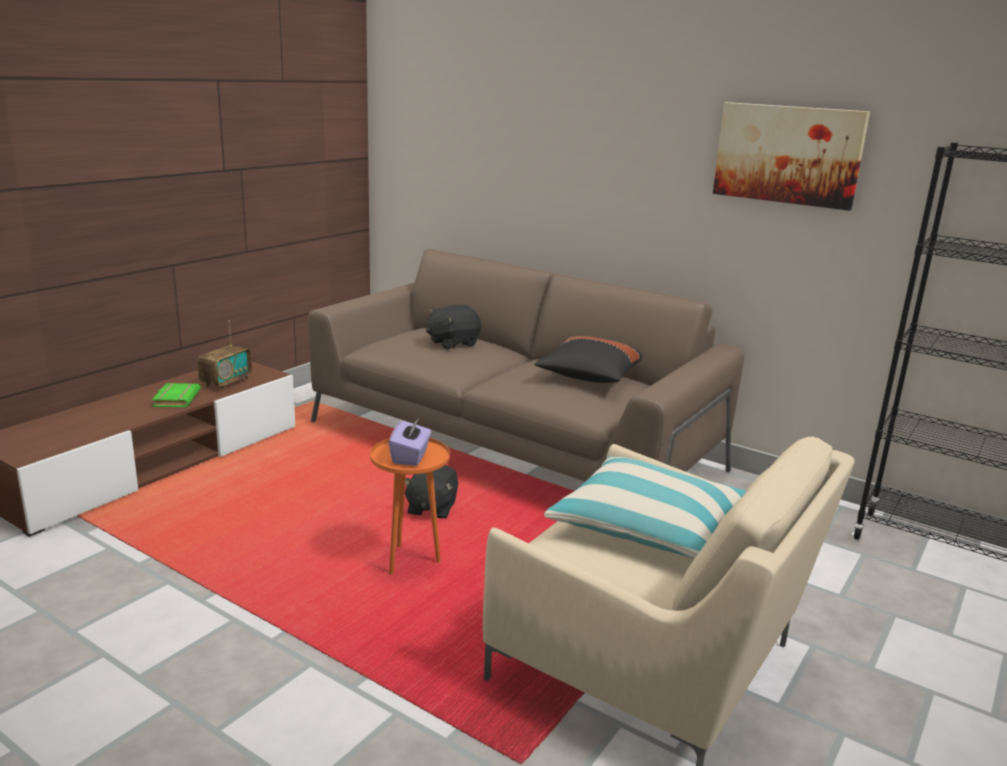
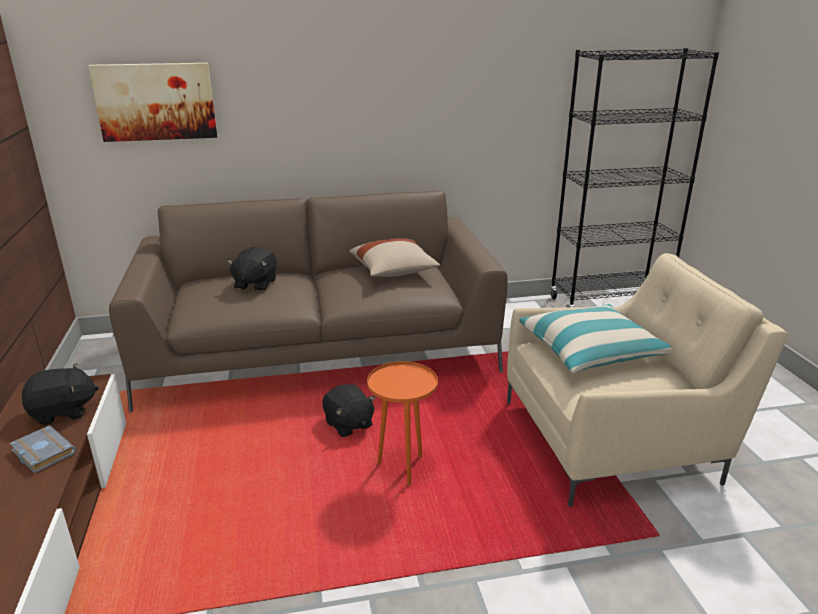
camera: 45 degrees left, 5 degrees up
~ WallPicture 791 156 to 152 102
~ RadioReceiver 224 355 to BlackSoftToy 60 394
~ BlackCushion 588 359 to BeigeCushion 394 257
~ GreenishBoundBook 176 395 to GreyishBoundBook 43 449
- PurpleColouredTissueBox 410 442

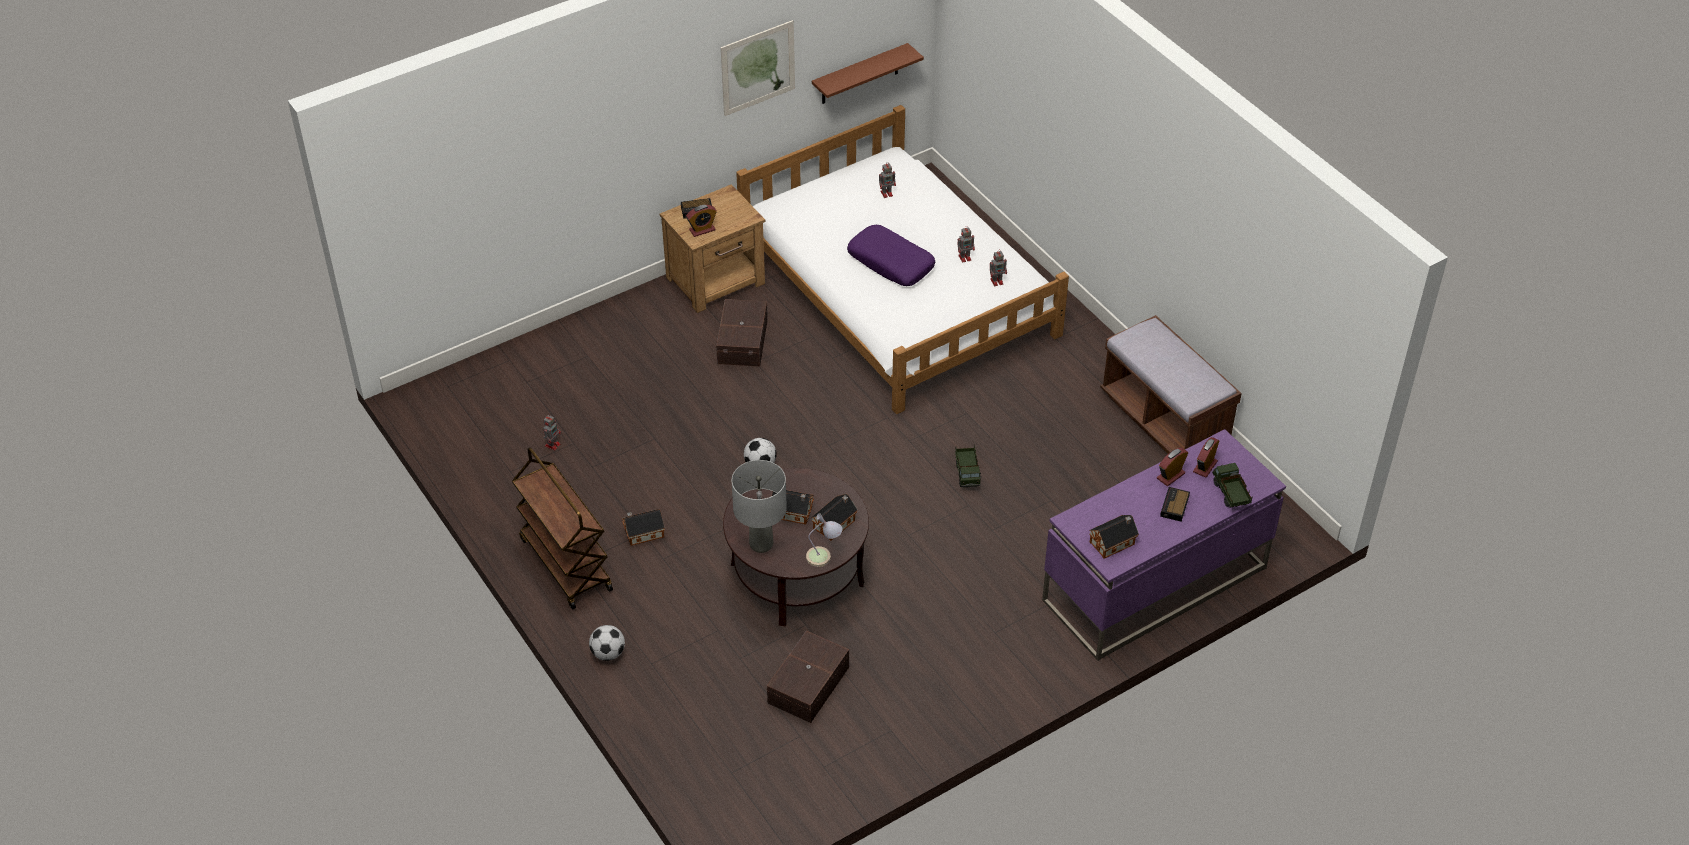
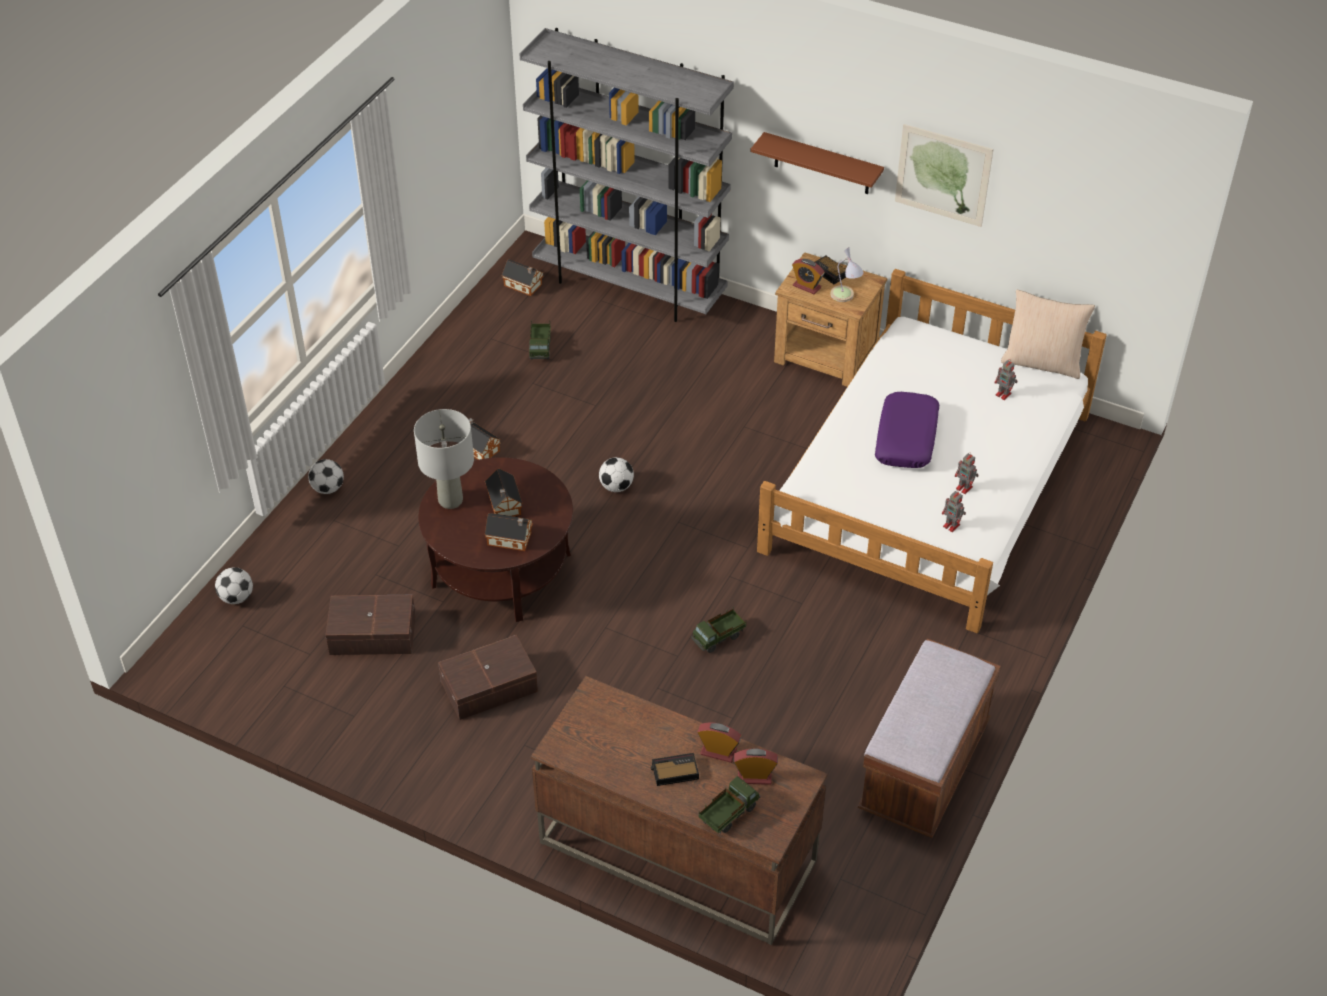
camera: 60 degrees right, 0 degrees up
~ BrownishBracketShelf 868 73 to 817 163
~ BrownishStorageContainer 742 333 to 488 677
~ RobotFigure 552 432 to ToyLorry 540 340
~ PurpleColouredDeskUnit 1164 545 to BrownishDeskUnit 679 810
- BrownishCart 562 528
~ TabletopLamp 824 540 to 847 274
~ MiniatureHouse 1114 537 to 522 277
+ GreyishBookcase 626 175
+ BeigeCushion 1048 334
+ BallForFootball 234 585

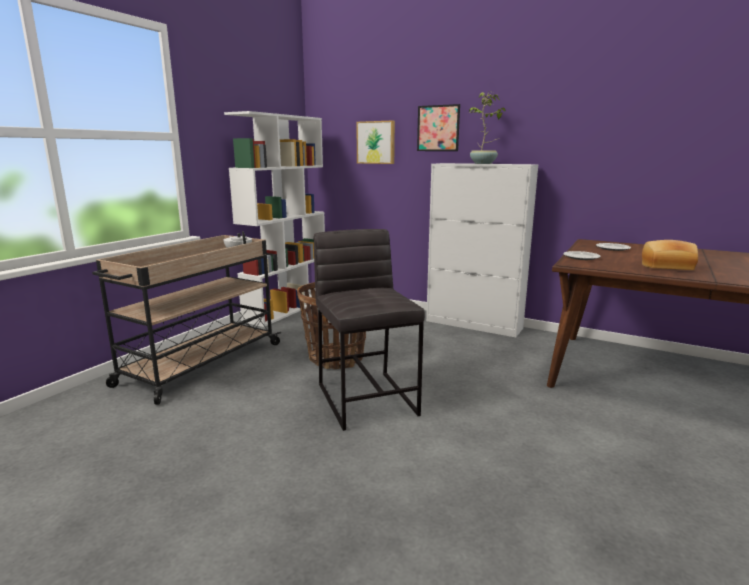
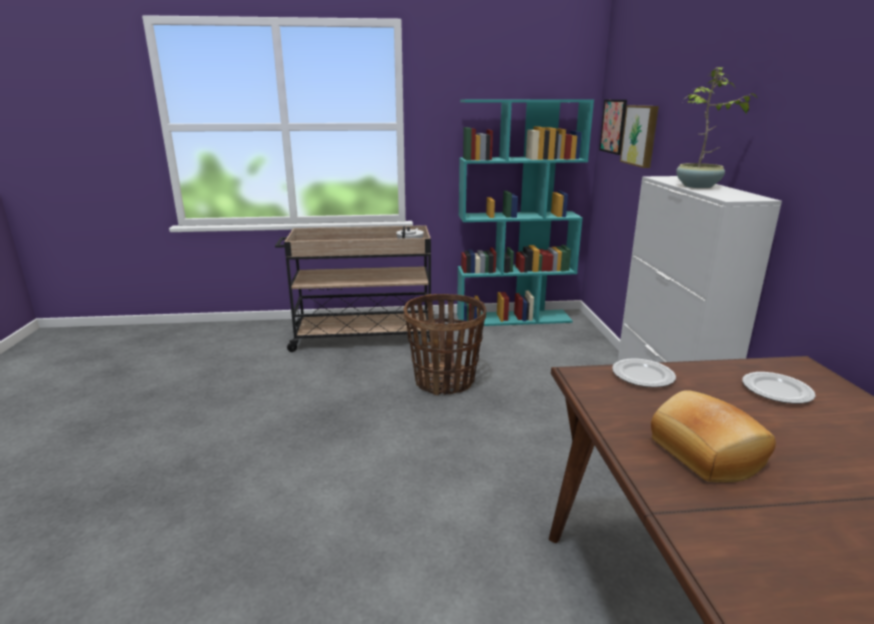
camera: 55 degrees right, 5 degrees up
~ WallPicture 438 127 to 613 127
~ WhiteColouredBookcase 274 219 to TurquoiseBookcase 525 212
- GreyishStoolSeat 369 330

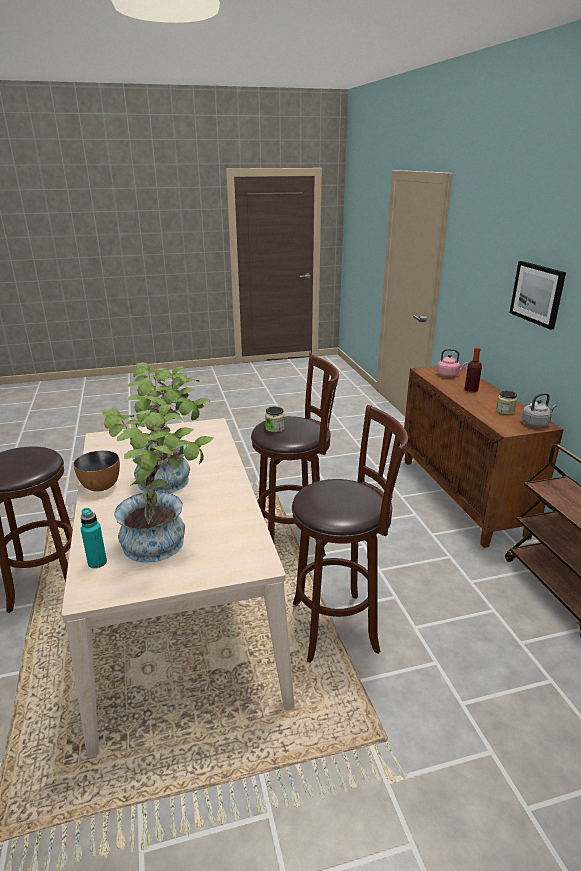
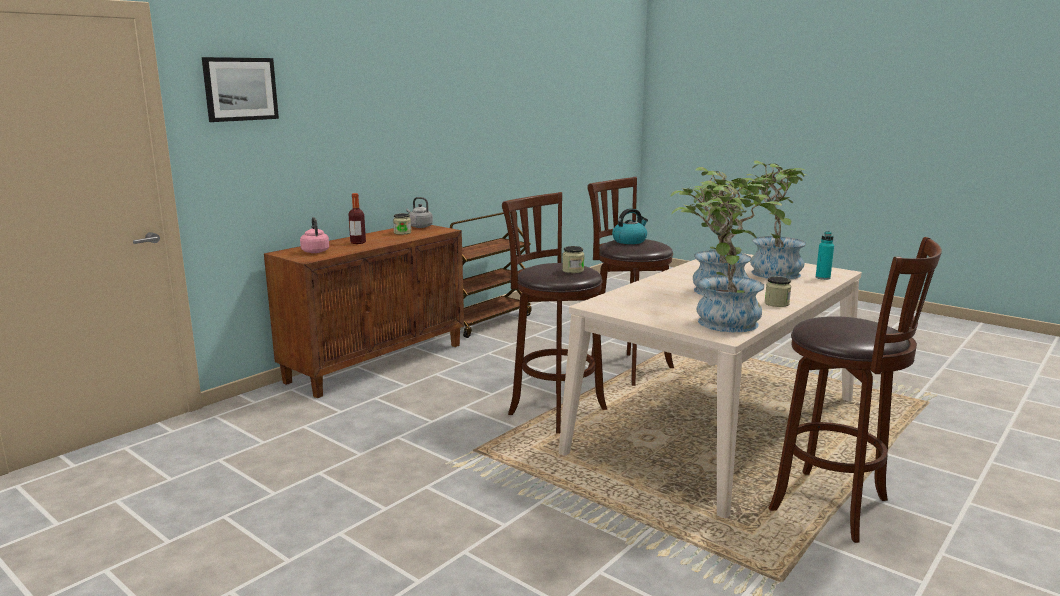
camera: 125 degrees left, 10 degrees down
~ WallPicture 538 295 to 240 89
~ DeepDish 96 471 to StorageJar 778 292
+ PlantInAPot 727 256
+ TeaKettle 630 226

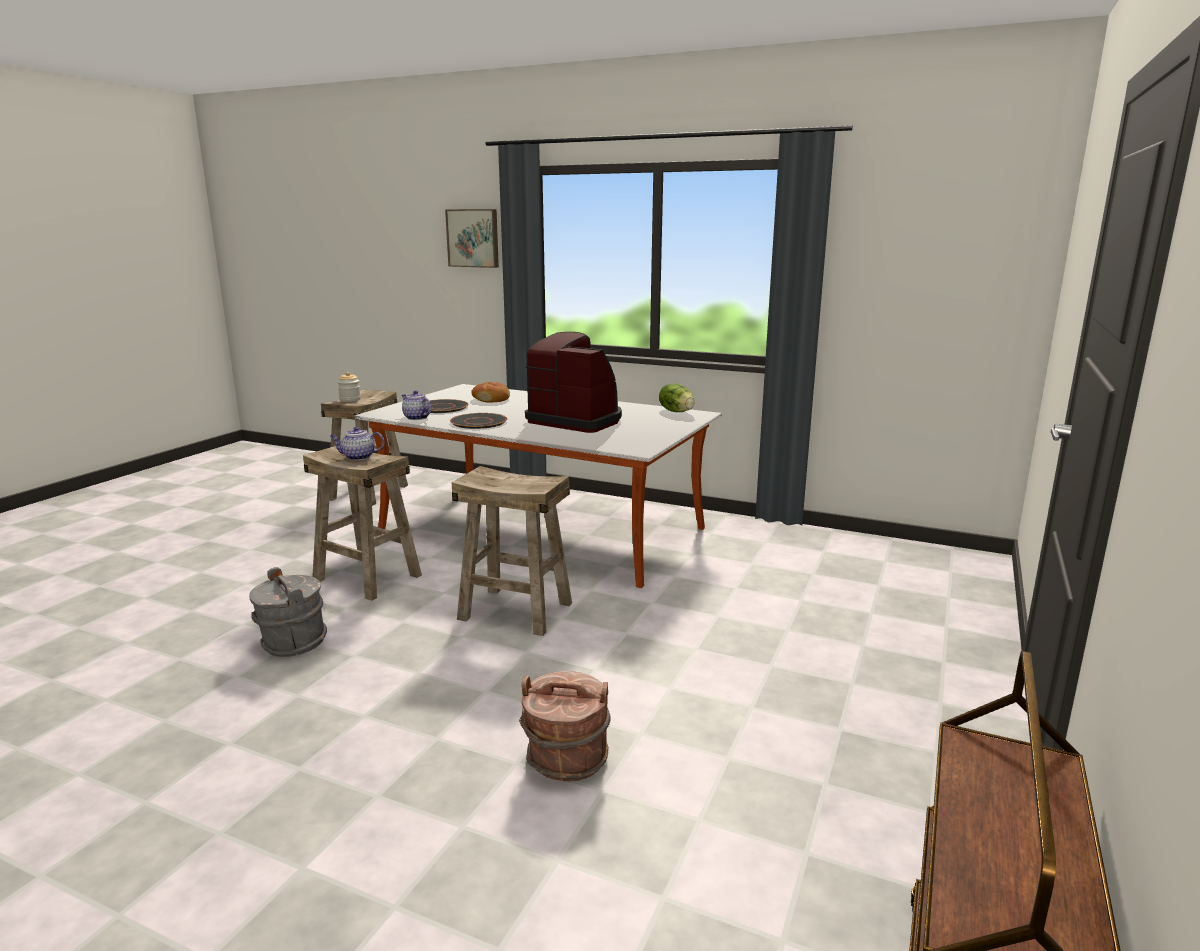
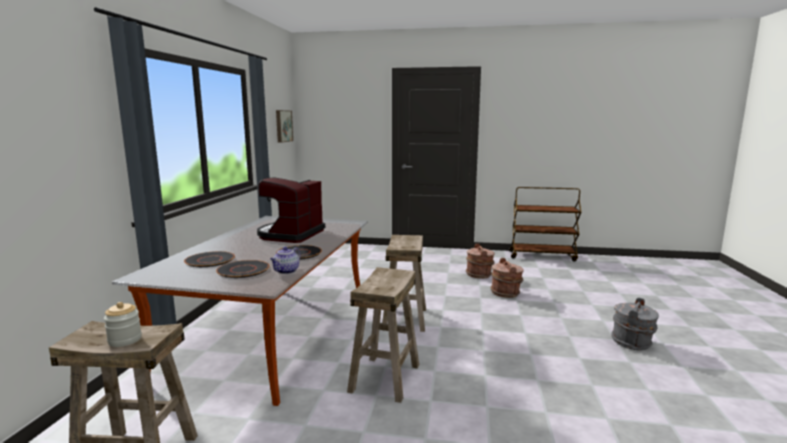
camera: 105 degrees left, 5 degrees down
~ WallPicture 472 238 to 284 126
~ BakeryBread 490 392 to BlackDinnerPlate 209 259
- Lettuce 677 397
- PotForTea 357 443
~ GreyishWaterBucket 288 612 to 635 324
+ BrownishWaterBucket 480 261

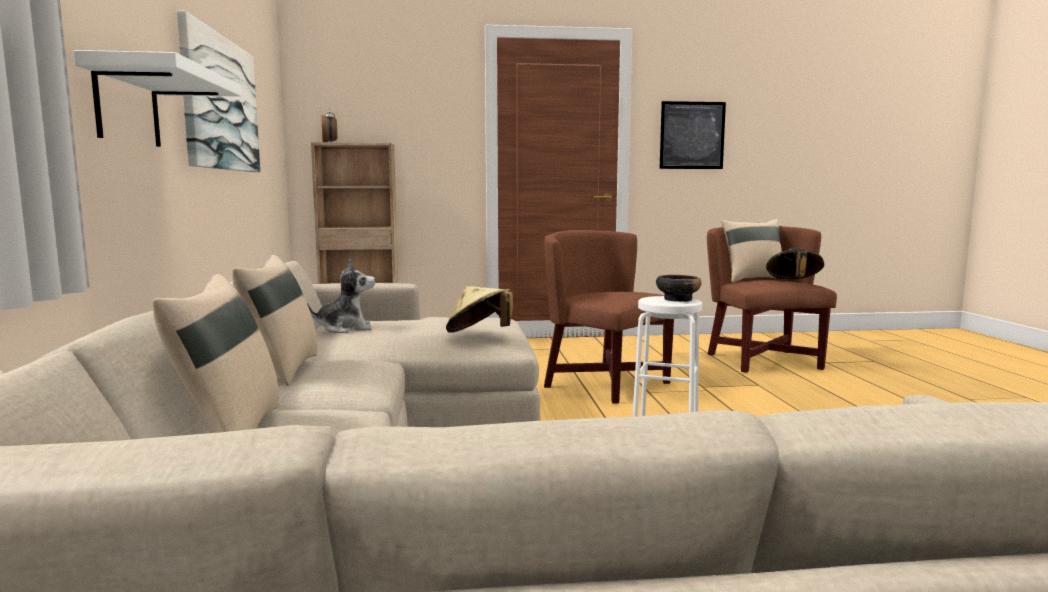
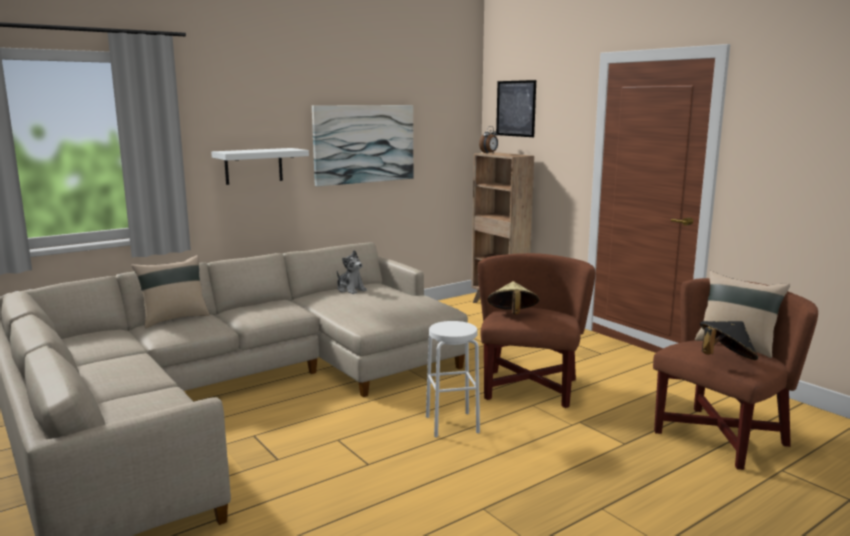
camera: 60 degrees right, 5 degrees up
~ WallPicture 693 135 to 516 108
- BeigeCushion 274 320
- DeepDish 679 288
~ BeigeClothingHat 479 309 to 513 298

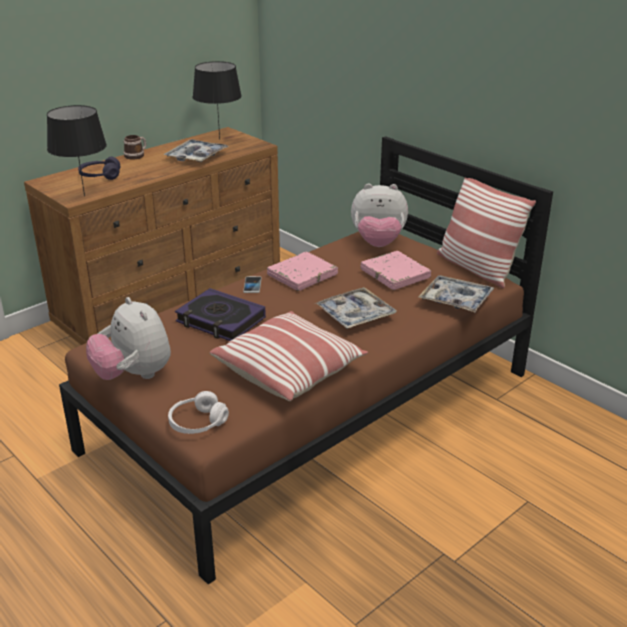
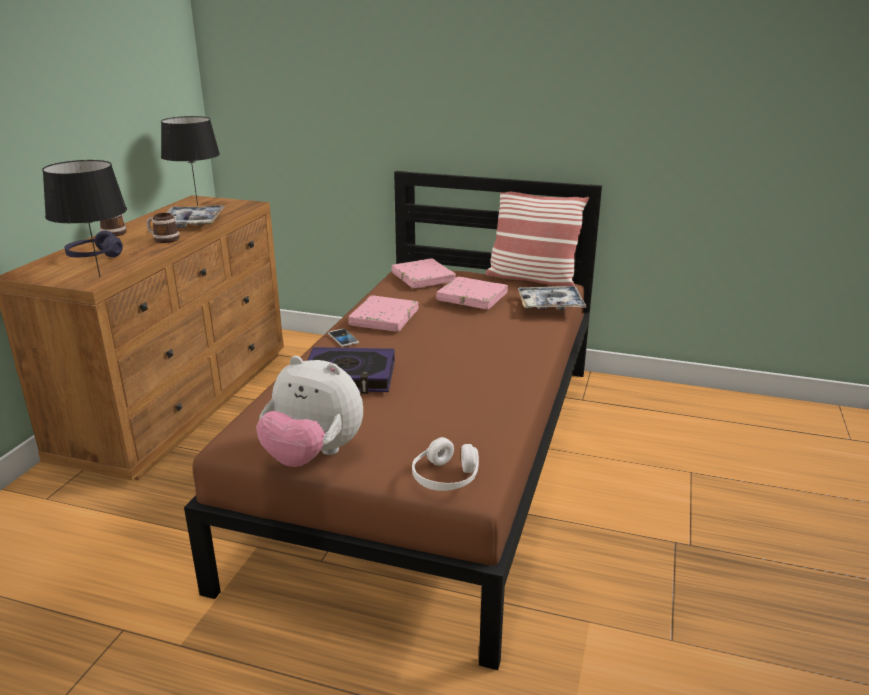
camera: 30 degrees left, 5 degrees down
~ SoftToy 379 215 to PinkColouredBoundBook 424 273
- ServingTray 356 308
- Cushion 289 356
+ CoffeeMug 163 228

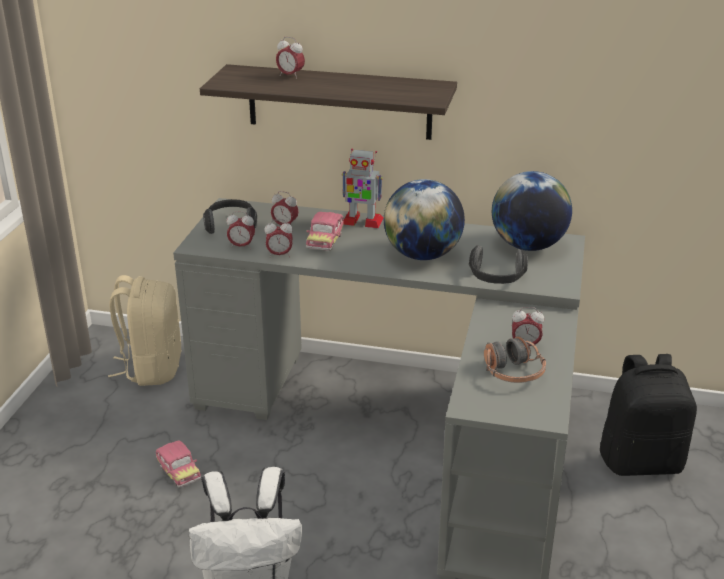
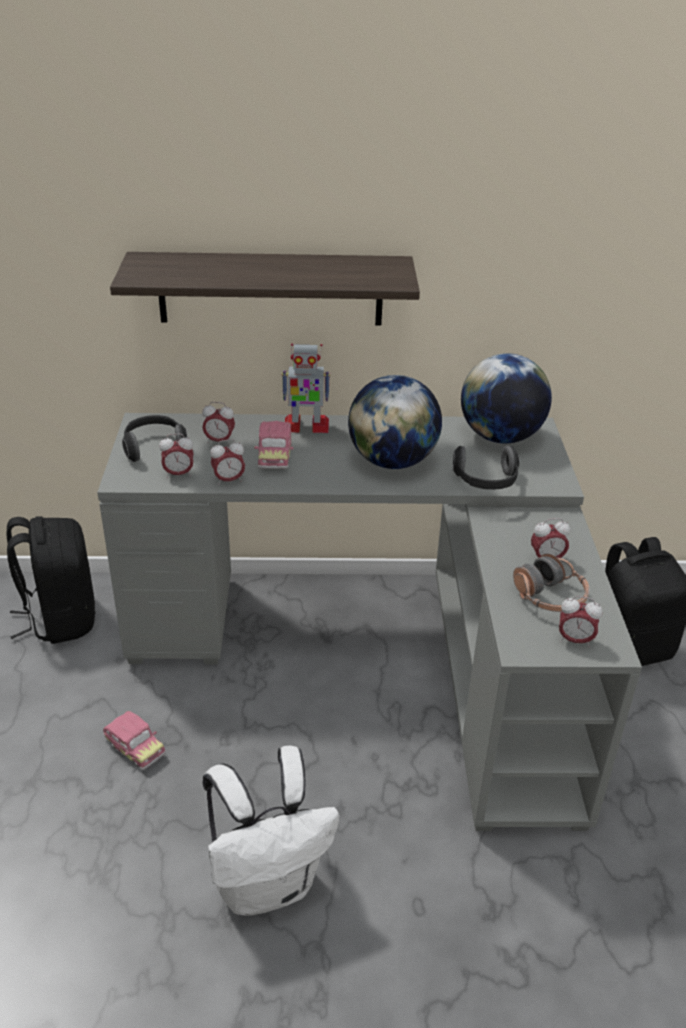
camera: 15 degrees left, 5 degrees up
~ AlarmClock 290 58 to 581 622
~ BeigeBackpack 145 330 to BlackBackpack 51 580

